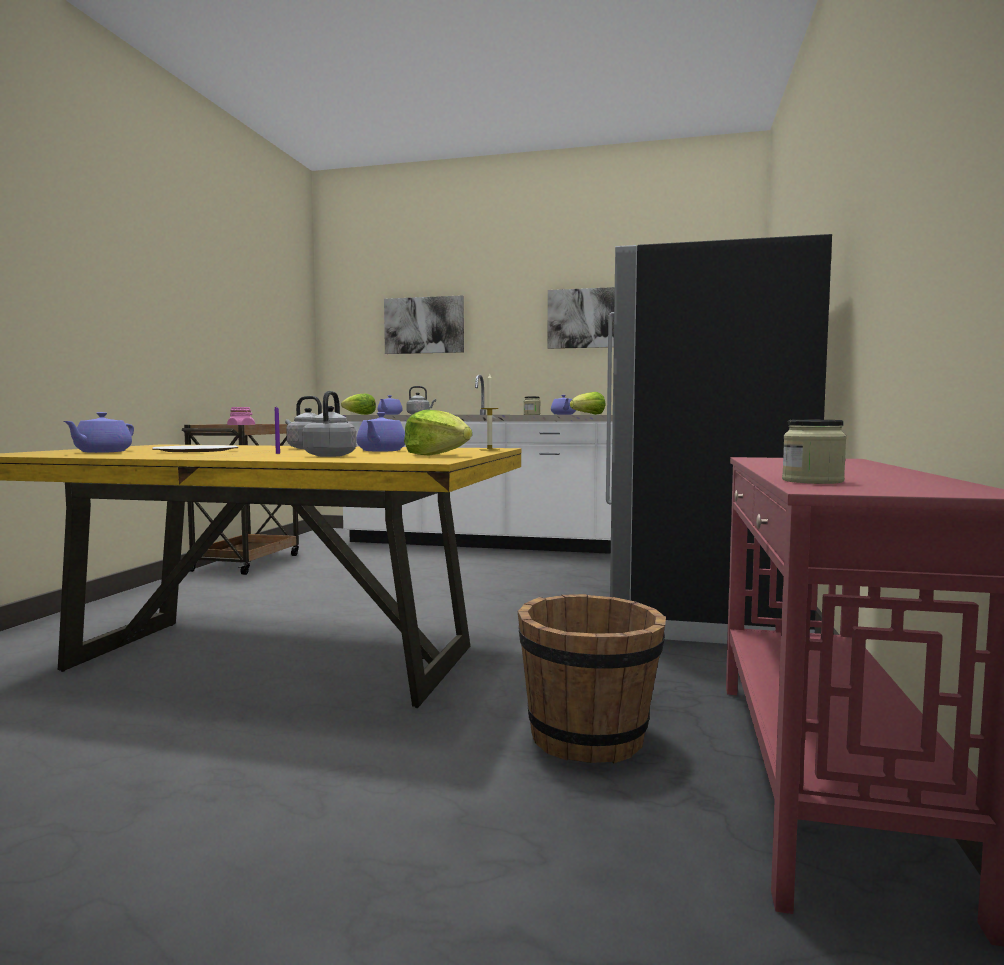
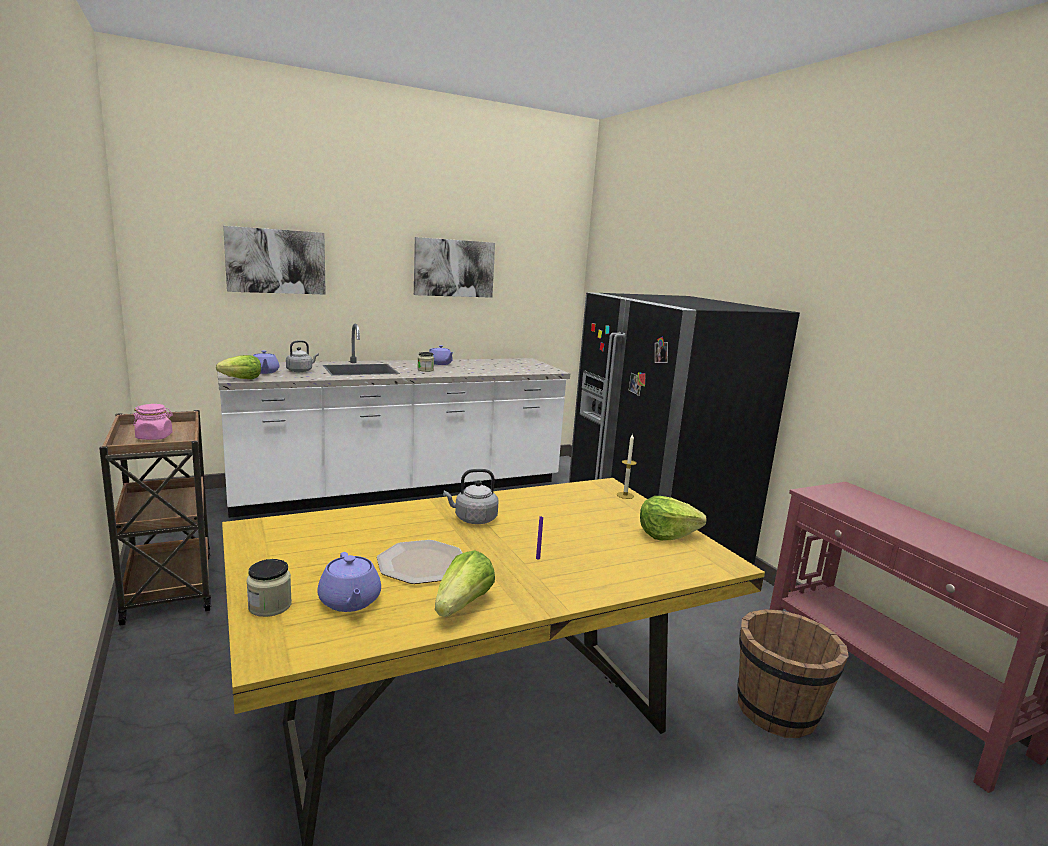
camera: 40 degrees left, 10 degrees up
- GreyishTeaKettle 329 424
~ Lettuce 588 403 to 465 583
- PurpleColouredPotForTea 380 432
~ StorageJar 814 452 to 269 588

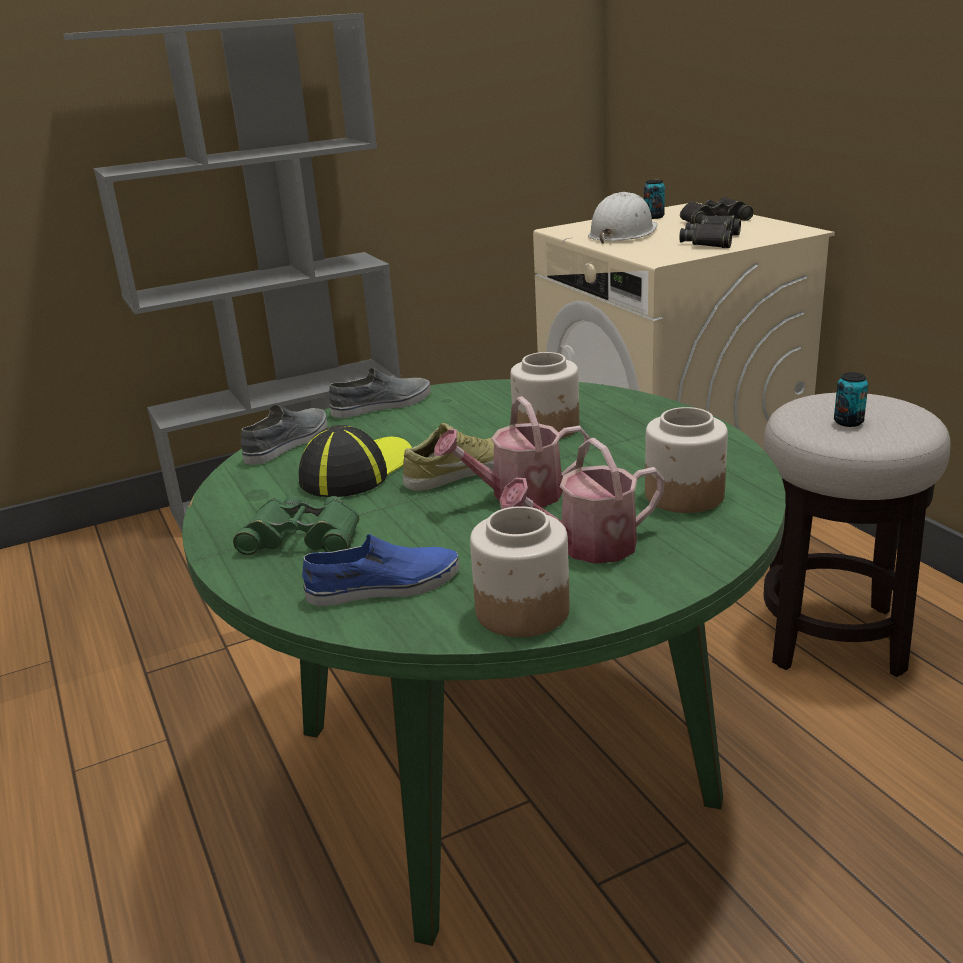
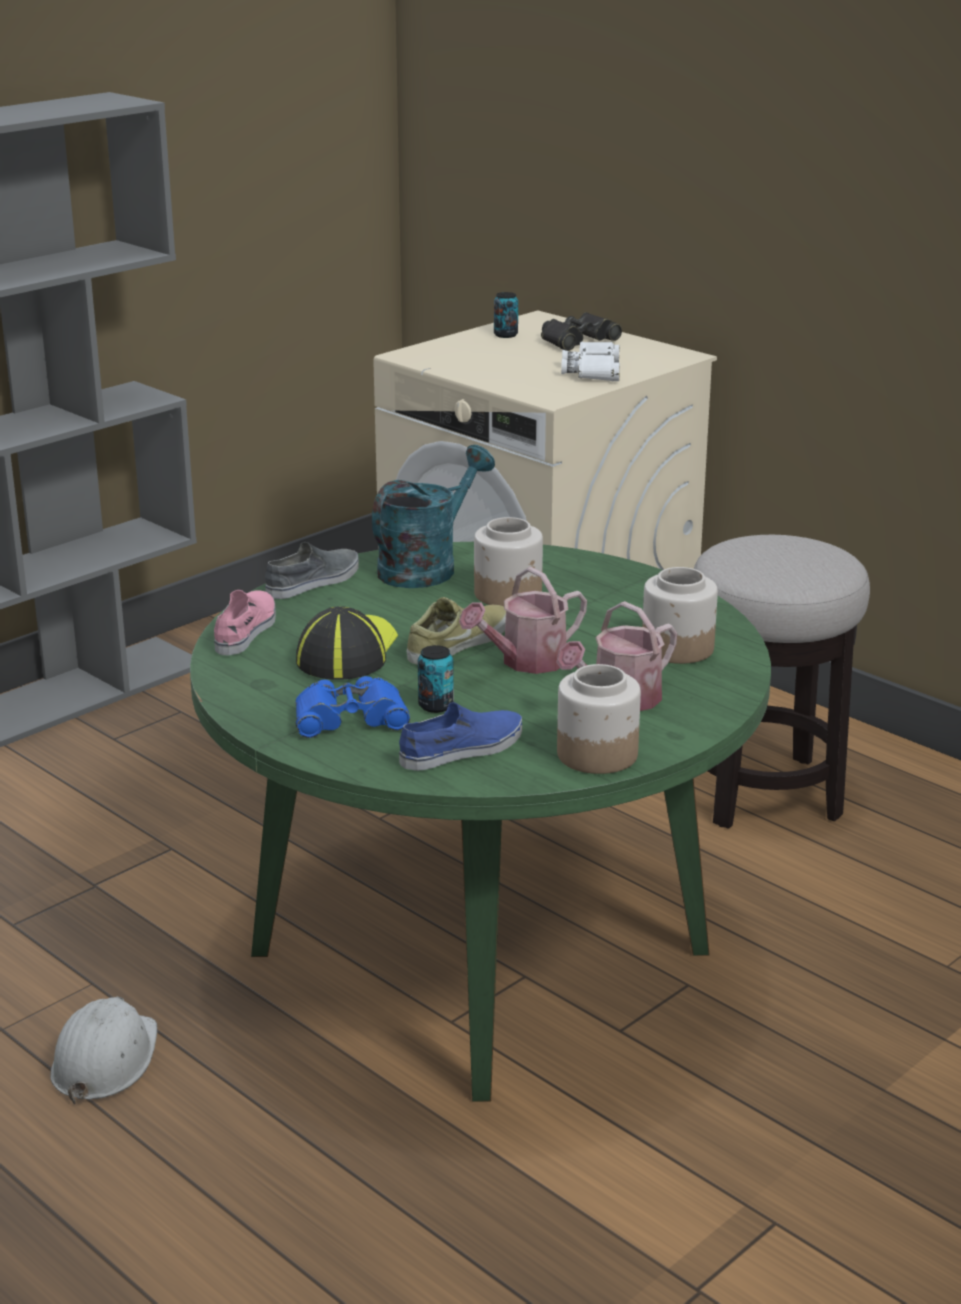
camera: 20 degrees left, 0 degrees up
~ WhiteColouredWorkHelmet 623 218 to 103 1050
~ BlackPairOfBinoculars 710 231 to WhiteColouredPairOfBinoculars 590 361
~ SealedCan 851 399 to 436 679
~ GreyishItemOfFootwear 284 434 to PinkColouredItemOfFootwear 245 622
~ GreenishPairOfBinoculars 296 525 to BlueColouredPairOfBinoculars 352 707
+ TurquoiseWateringCan 433 516

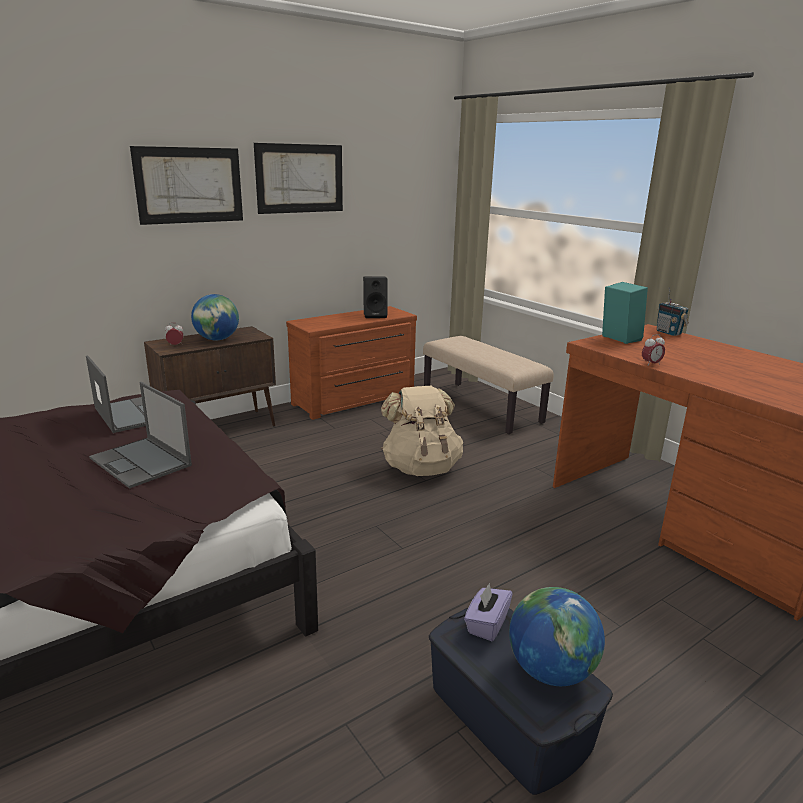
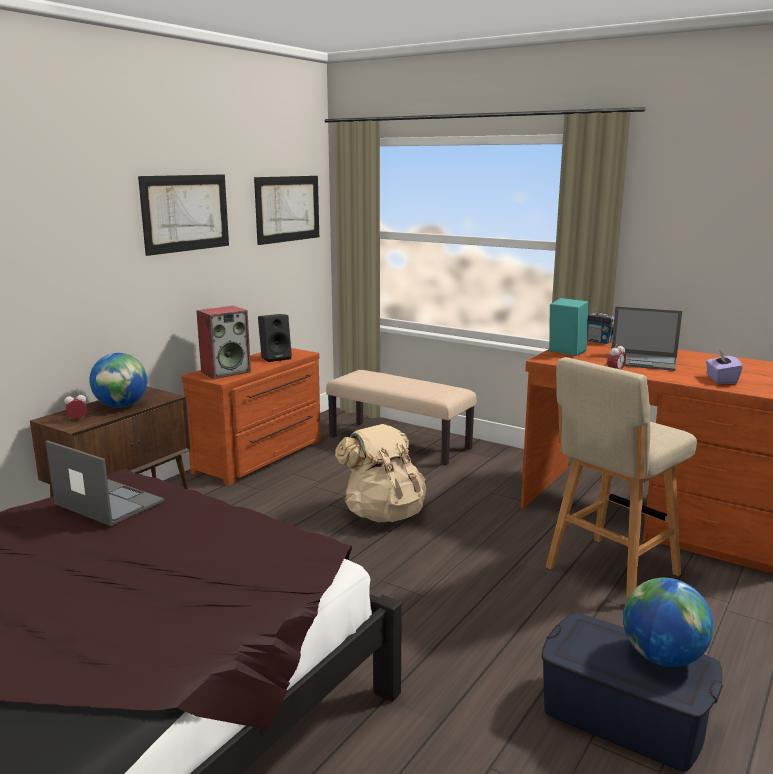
camera: 20 degrees left, 5 degrees down
~ WallPicture 186 185 to 286 210
~ Laptop 140 435 to 644 338
~ PurpleColouredTissueBox 488 612 to 724 367
+ AudioSpeaker 223 342
+ BeigeStoolSeat 621 479

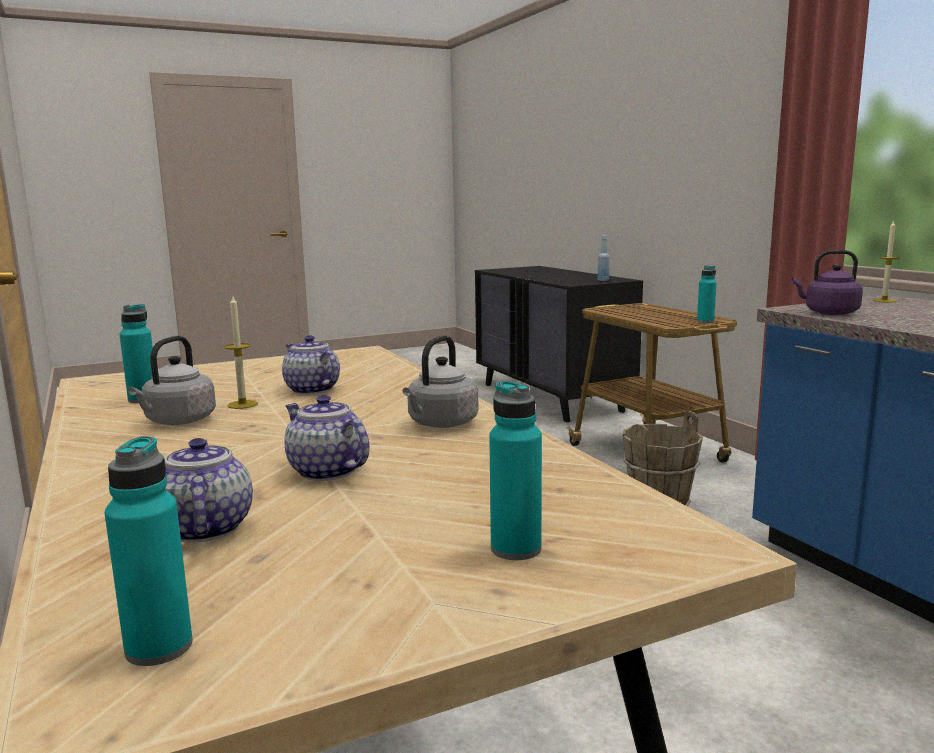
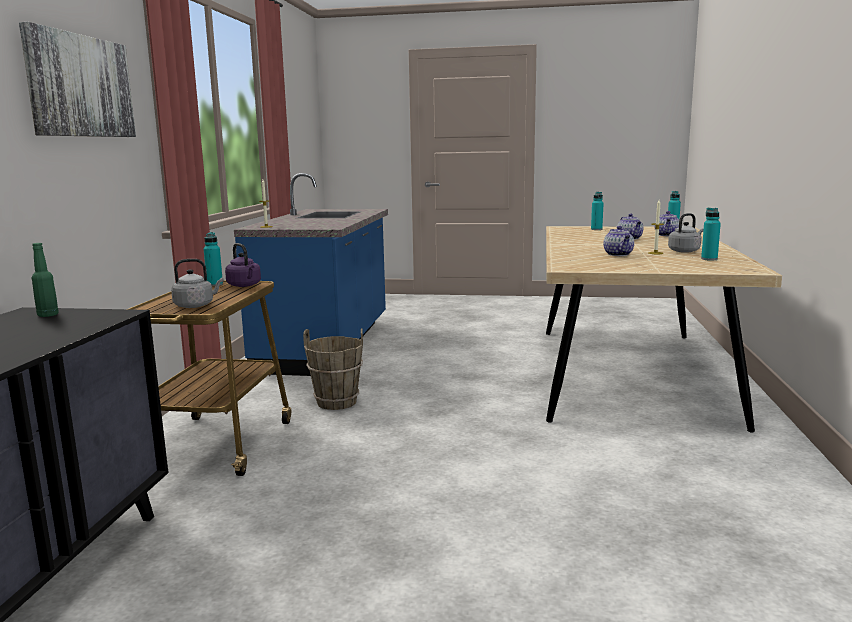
camera: 145 degrees left, 0 degrees up
~ BlueColouredDrinkBottle 603 258 to GreenishDrinkBottle 45 280
~ PurpleColouredTeaKettle 827 282 to 243 265
~ GreyishTeaKettle 440 381 to 197 283
+ WallPicture 77 79

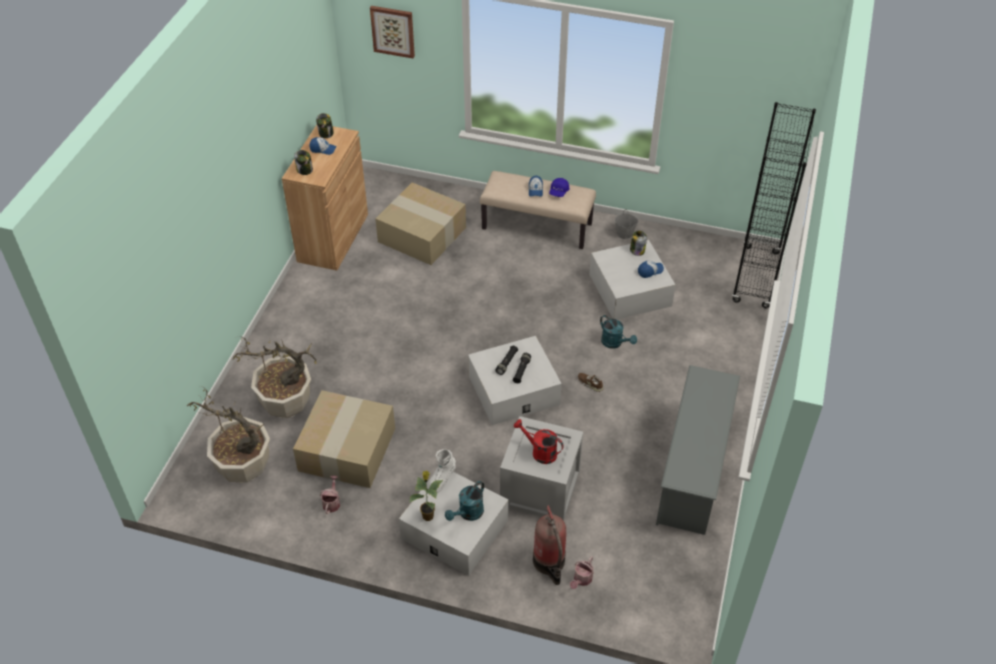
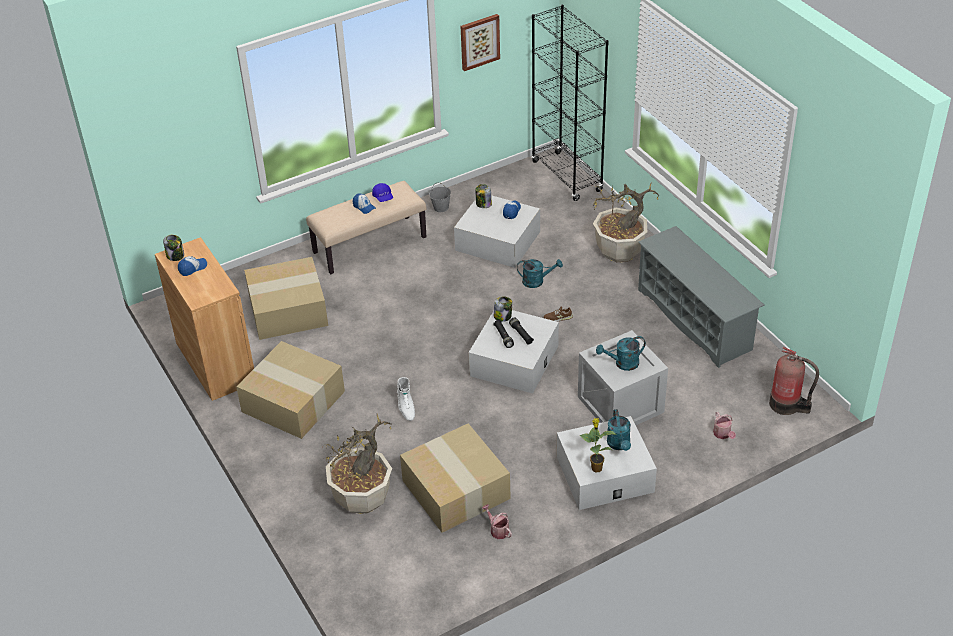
camera: 45 degrees left, 5 degrees down
~ WallPicture 392 32 to 480 42
~ StorageJar 303 162 to 503 309
~ PlantInAPot 228 434 to 626 222
~ ReddishWateringCan 539 441 to TurquoiseWateringCan 621 353
~ WhiteColouredBoot 443 471 to 406 399
~ Extinguisher 549 545 to 794 381
+ PackingBox 290 390

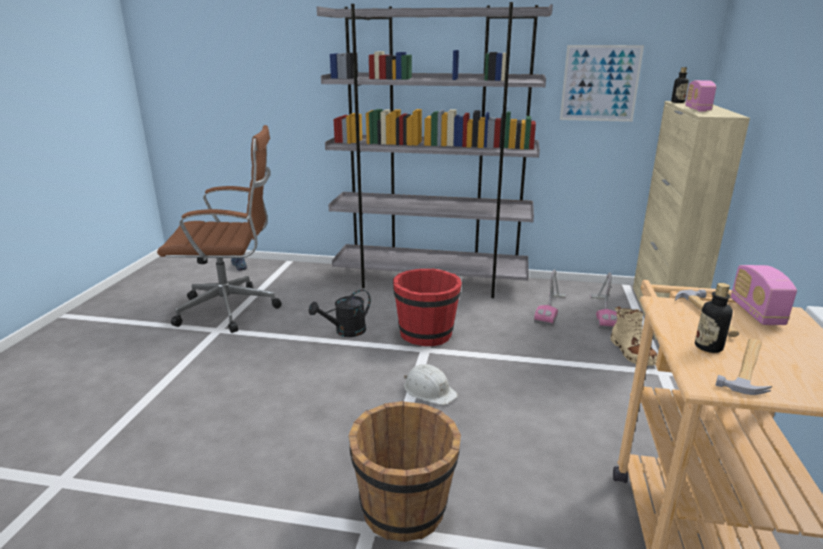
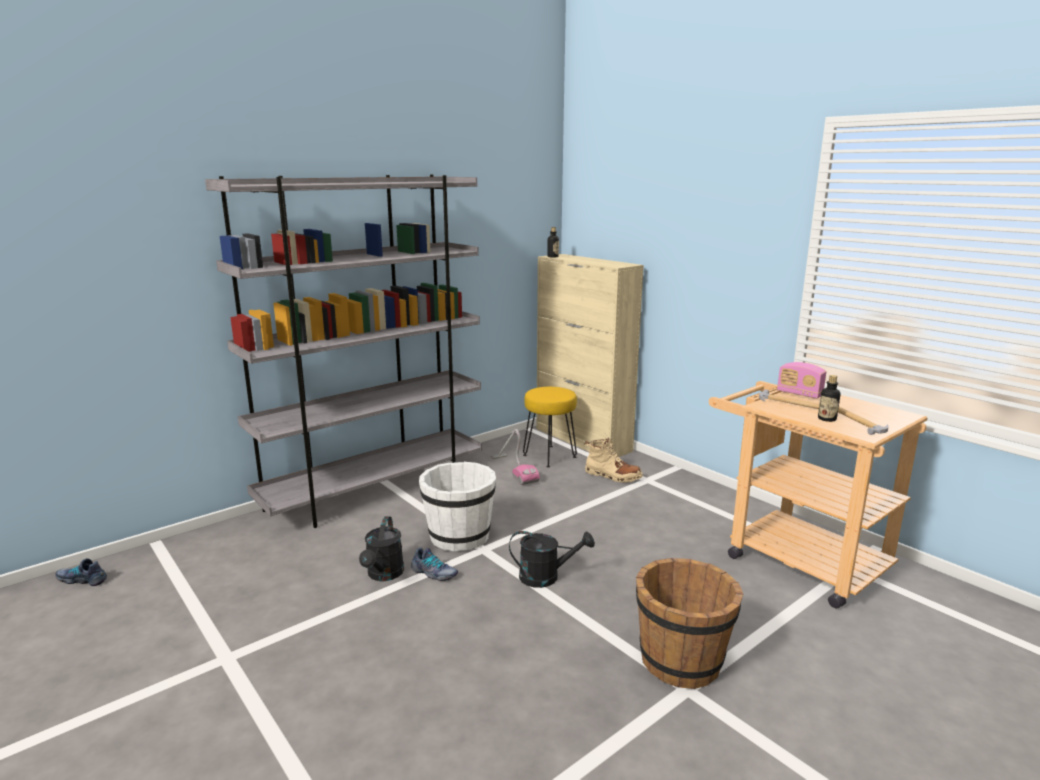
camera: 50 degrees left, 5 degrees down
- WallPicture 602 83
- RadioReceiver 700 96
- BrownishDeskChair 219 229
~ ReddishWaterBucket 427 307 to WhiteColouredWaterBucket 457 506
~ VacuumCleaner 603 300 to YellowColouredStoolSeat 550 427
~ WhiteColouredWorkHelmet 431 384 to BlackWateringCan 552 559
+ ItemOfFootwear 434 564

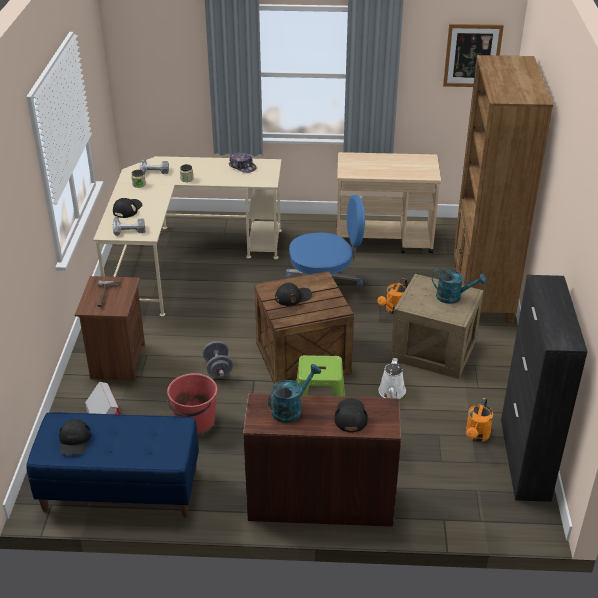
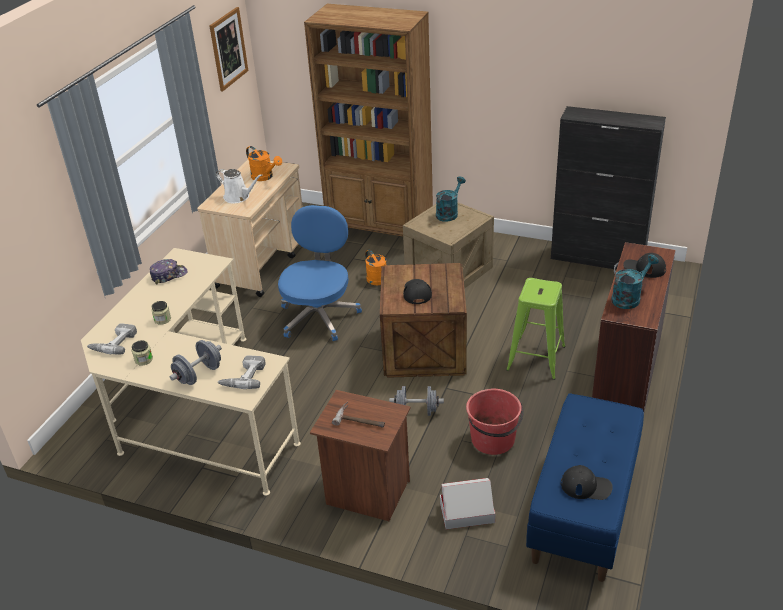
camera: 70 degrees left, 0 degrees up
~ BlackBaseballCap 127 208 to GreyishFreeWeight 196 362
~ WhiteColouredWateringCan 392 378 to 239 186
~ TurquoiseWateringCan 294 393 = 635 281 75 degrees clockwise
~ OrangeColouredWateringCan 479 420 to 264 163

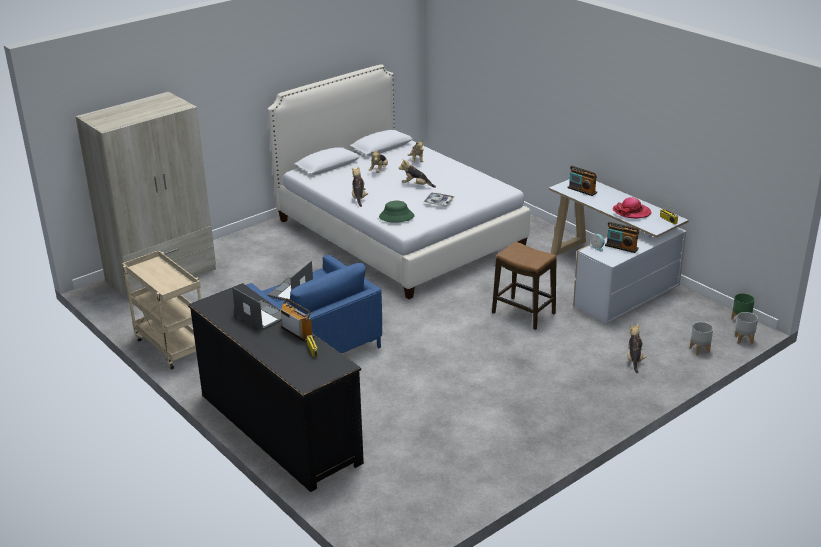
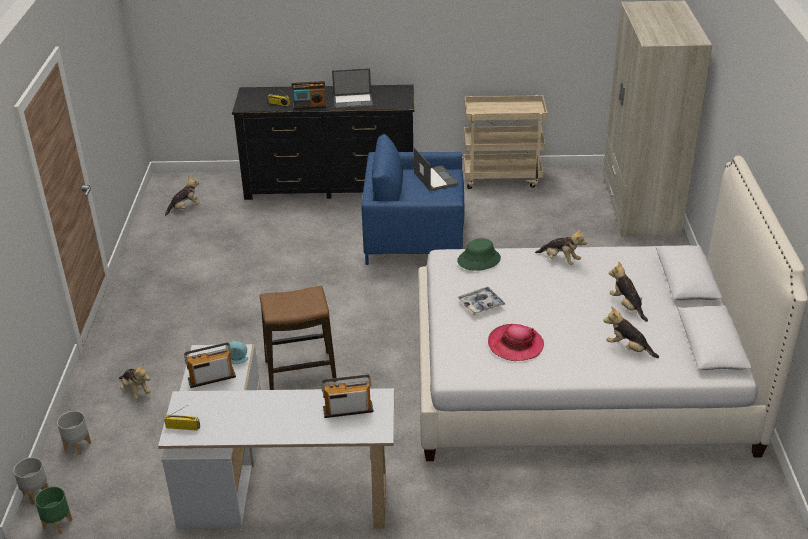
camera: 130 degrees right, 5 degrees up
~ SoftToy 417 173 to 182 196
~ ClothingHat 632 208 to 516 342

